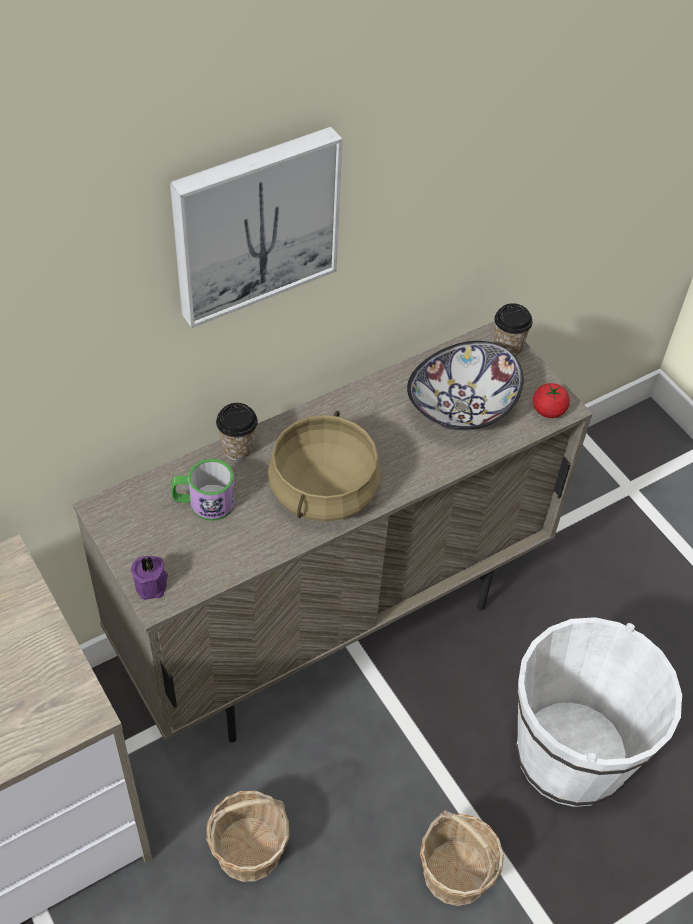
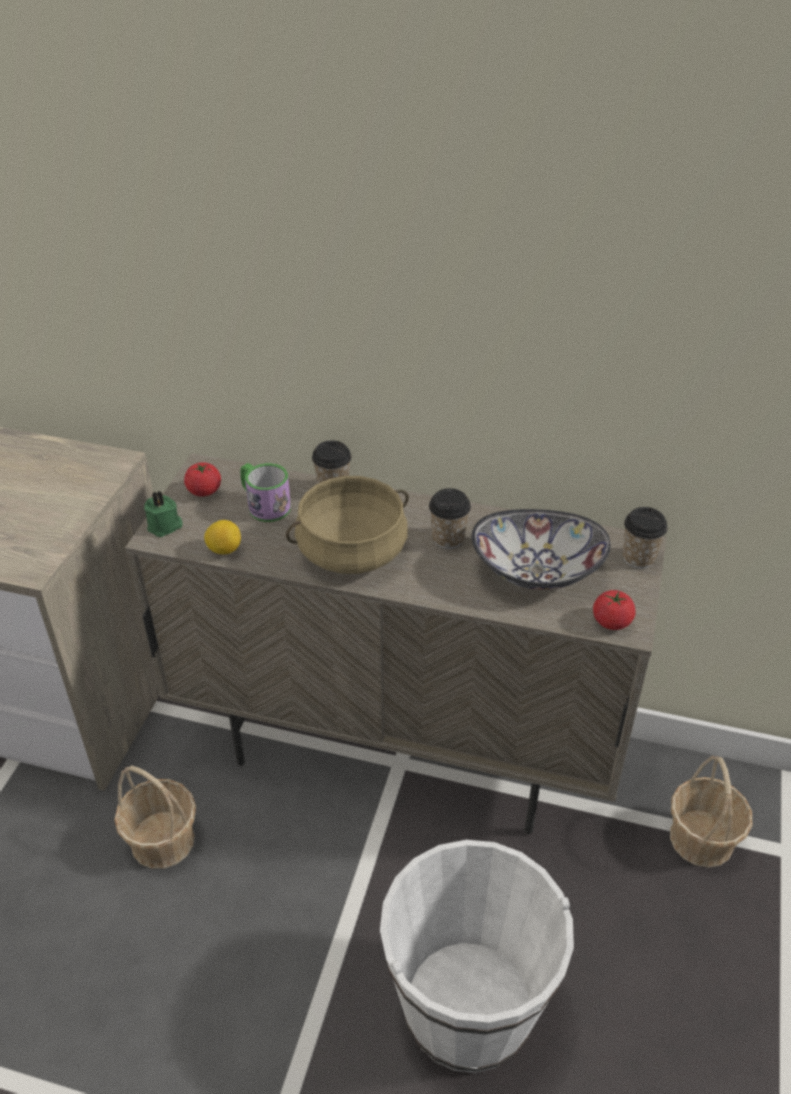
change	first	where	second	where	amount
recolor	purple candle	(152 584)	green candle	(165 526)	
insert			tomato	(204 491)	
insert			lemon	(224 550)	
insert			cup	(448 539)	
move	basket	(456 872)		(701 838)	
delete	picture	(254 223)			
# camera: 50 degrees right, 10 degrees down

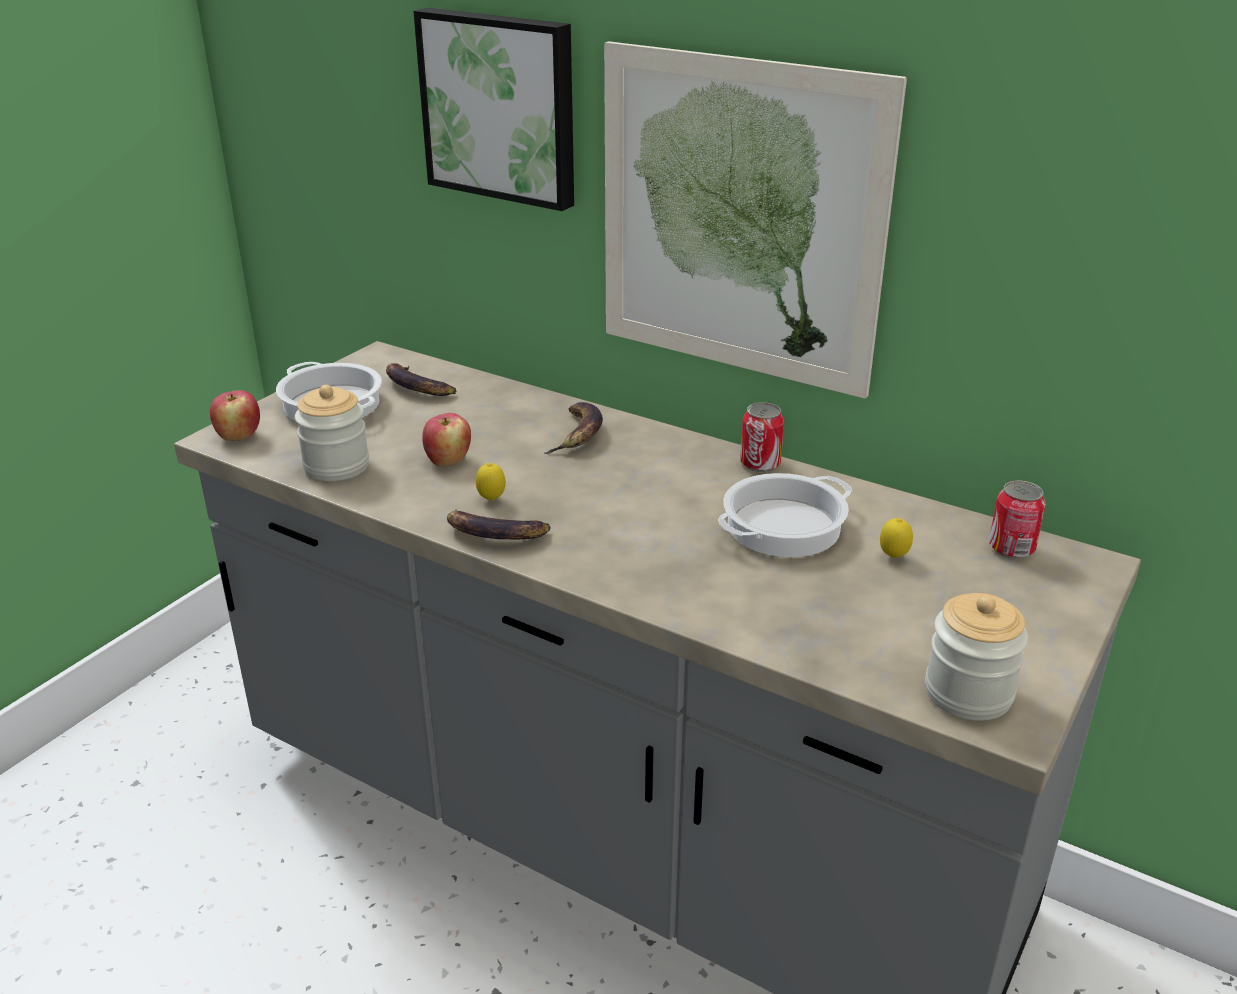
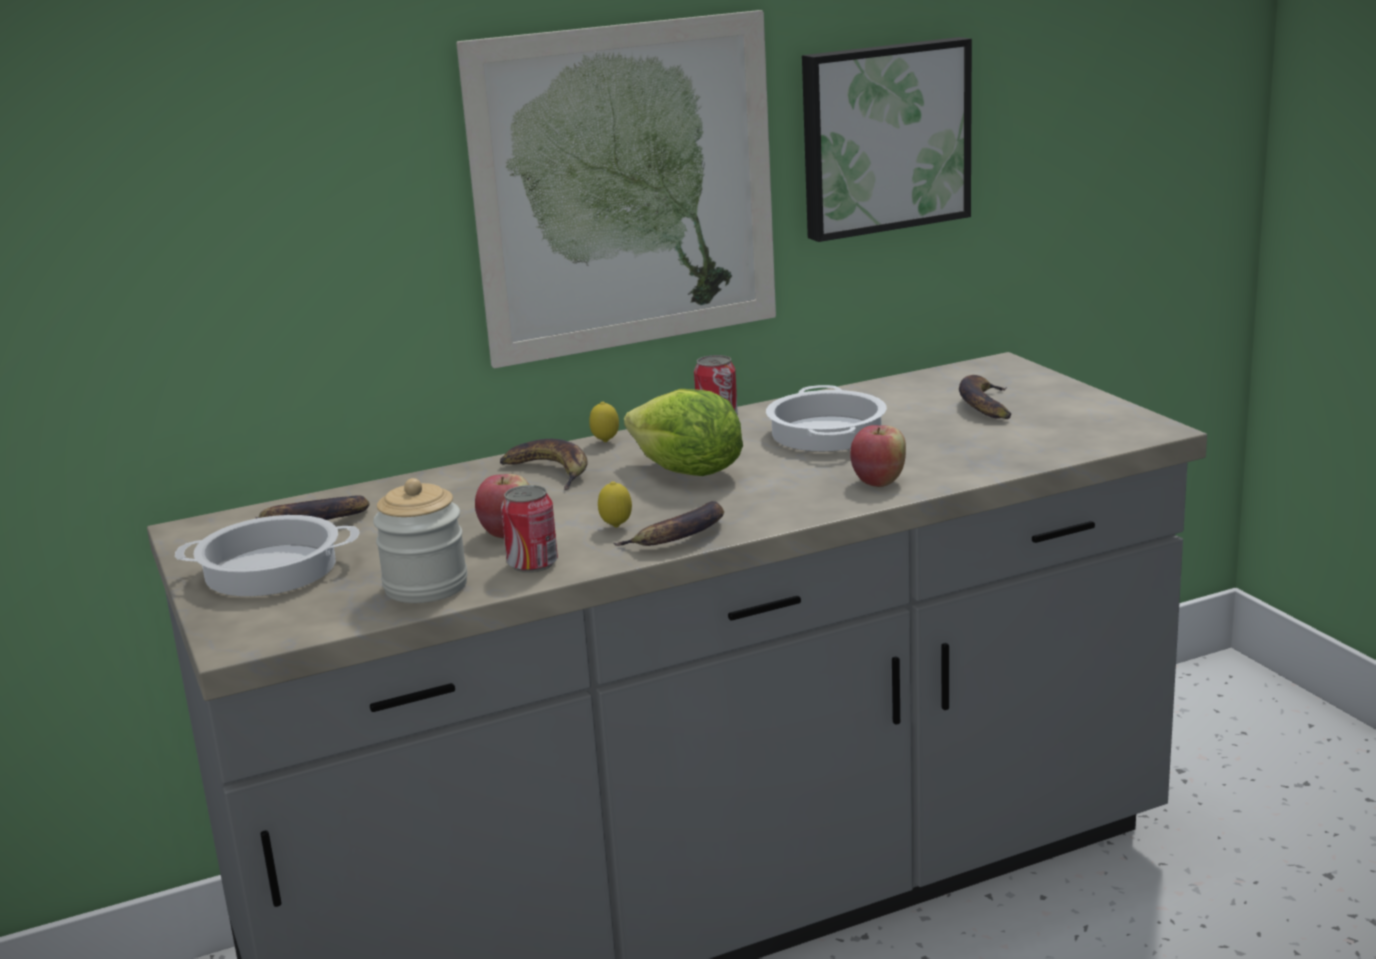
change	first	where	second	where	amount
move	can	(1011 548)		(532 564)	
move	lemon	(893 557)		(605 442)	
insert			lettuce	(687 473)	
move	picture	(501 107)		(883 137)	
move	apple	(239 436)		(878 482)	
insert			banana	(985 406)	
delete	jar	(968 693)			
# camera: 55 degrees left, 10 degrees down

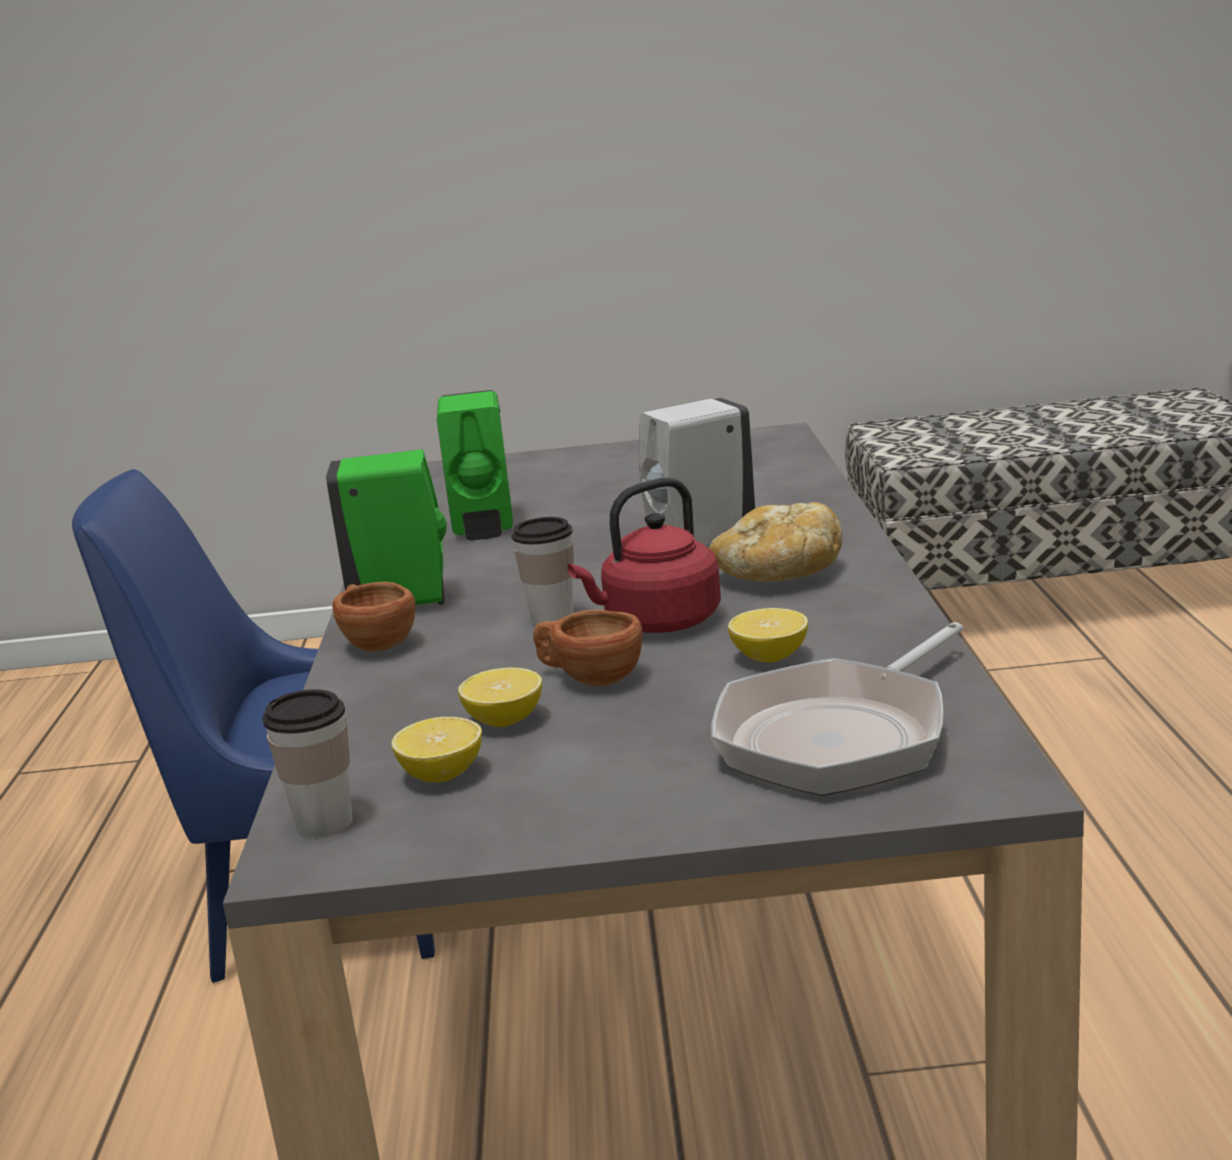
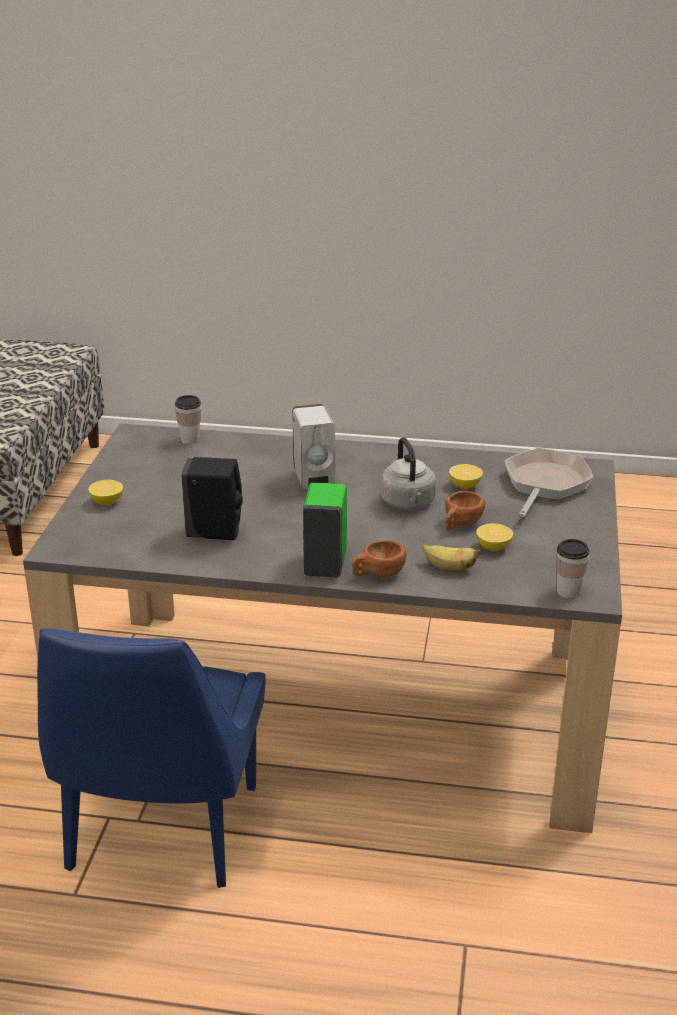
change	first	where	second	where	amount
move	lemon	(442 774)		(107 502)	
move	cup	(552 619)		(190 439)	
recolor	green soap dispenser	(483 528)	black soap dispenser	(217 534)	
recolor	red kettle	(657 623)	grey kettle	(408 503)	
insert			banana	(448 568)	
rotate	frying pan	(842 735)		(544 484)	120 degrees counterclockwise
delete	bread	(778 576)			
# camera: 80 degrees left, 10 degrees up

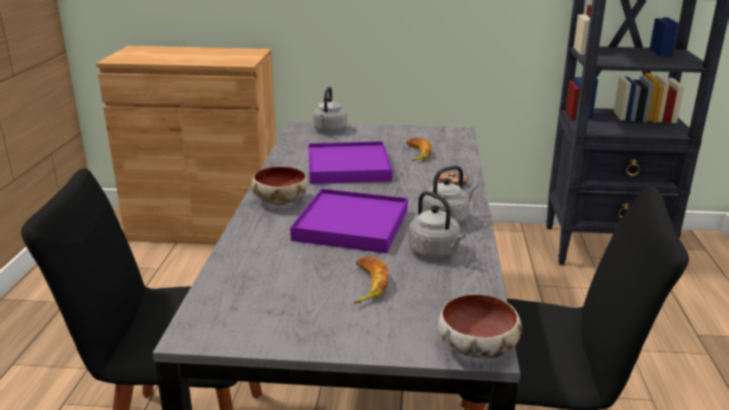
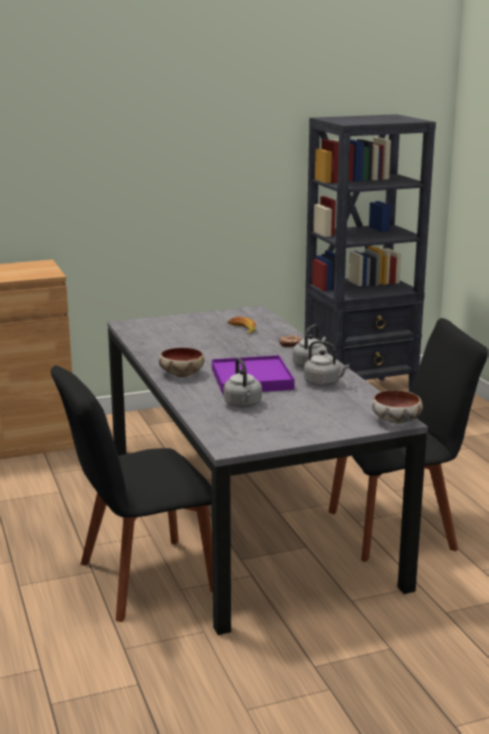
change	first	where	second	where	amount
move	grey kettle	(329 130)		(243 405)	
delete	purple tray	(348 167)			
delete	banana	(366 284)			
# camera: 25 degrees left, 5 degrees down

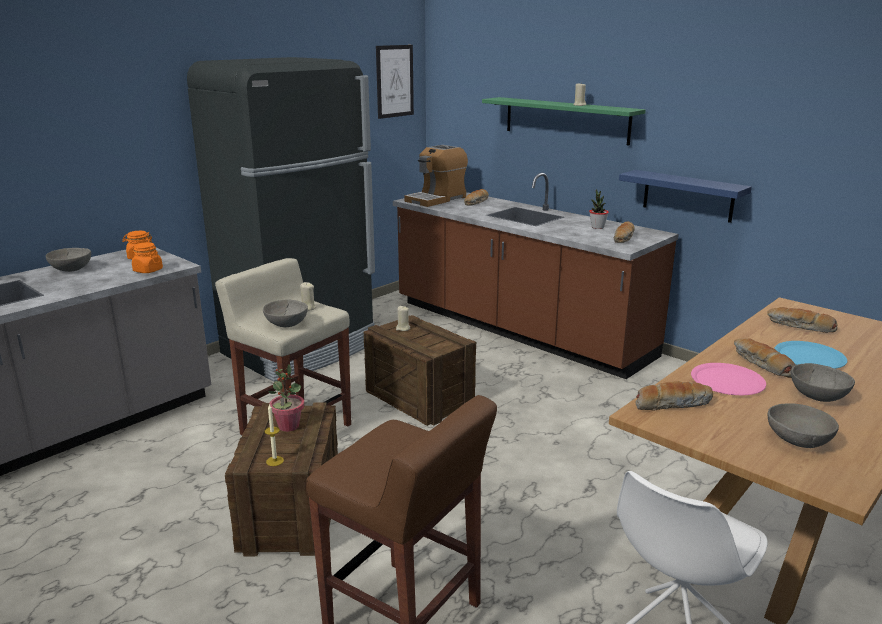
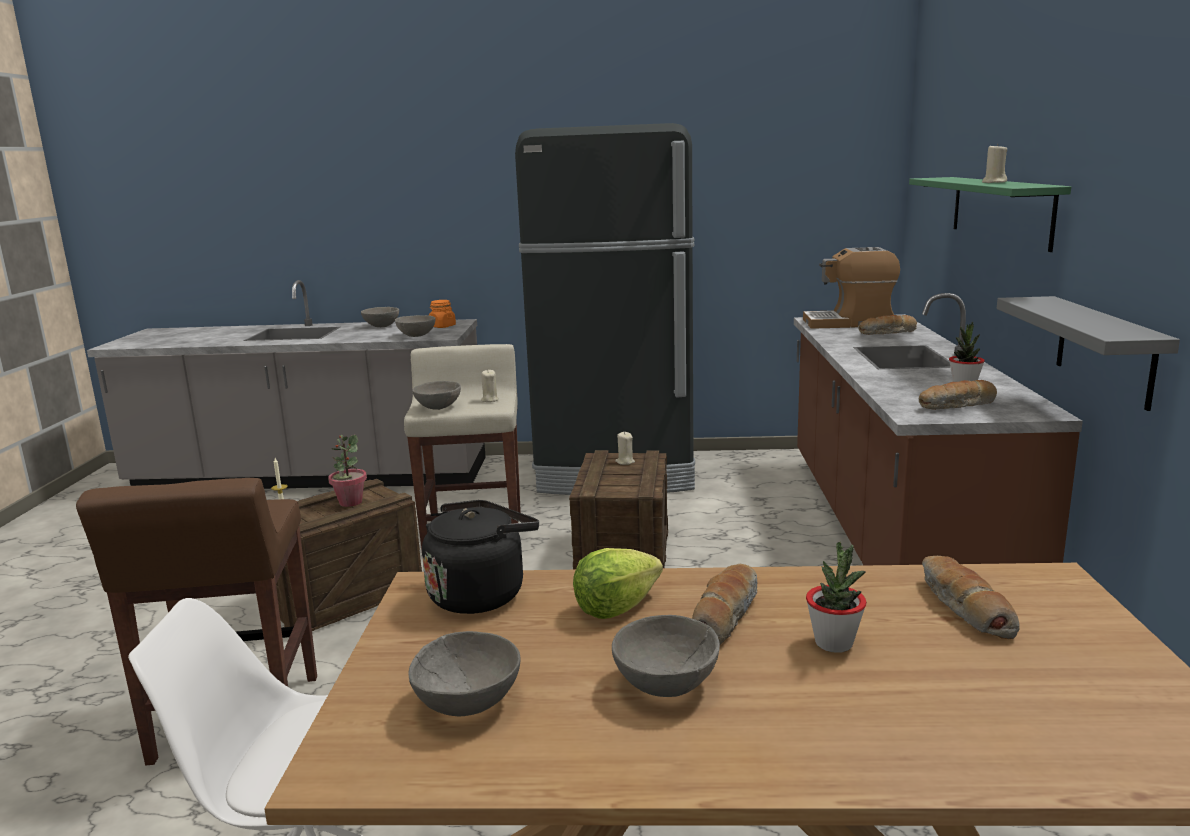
change	first	where	second	where	amount
replace	orange jar	(148 270)	grey bowl	(416 336)	
replace	bread	(672 404)	black kettle	(480 594)	
replace	pink plate	(727 381)	lettuce	(616 607)	
replace	blue plate	(809 357)	potted plant	(834 643)	
recolor	blue shelf	(688 196)	grey shelf	(1104 350)	
delete	picture	(394 81)			
# camera: 50 degrees right, 5 degrees down

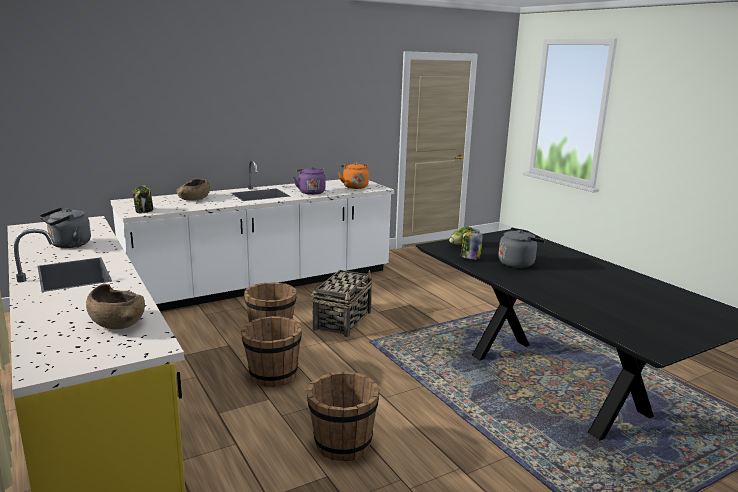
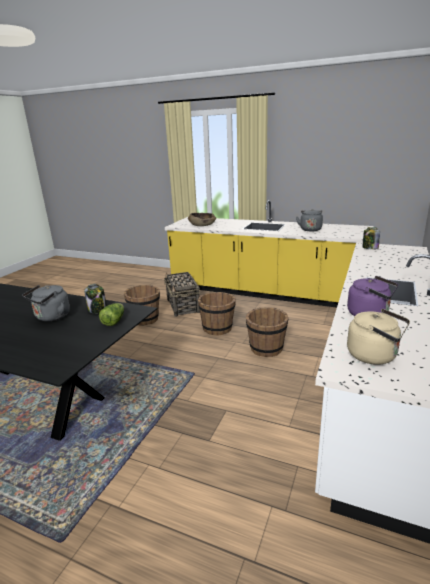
change	first	where	second	where	amount
move	basket	(343 320)		(183 306)	
recolor	orange kettle	(354 186)	beige kettle	(375 356)	
delete	brown bowl	(194 199)			
# camera: 145 degrees right, 5 degrees up

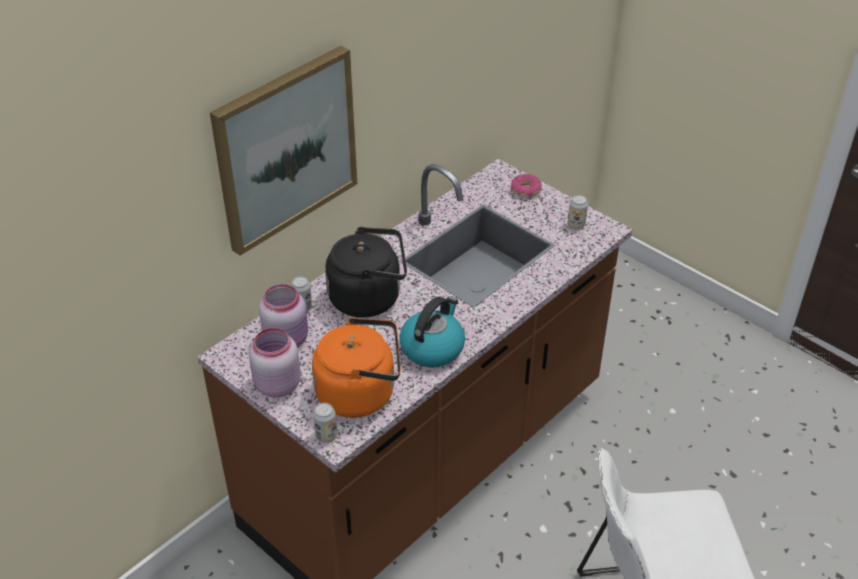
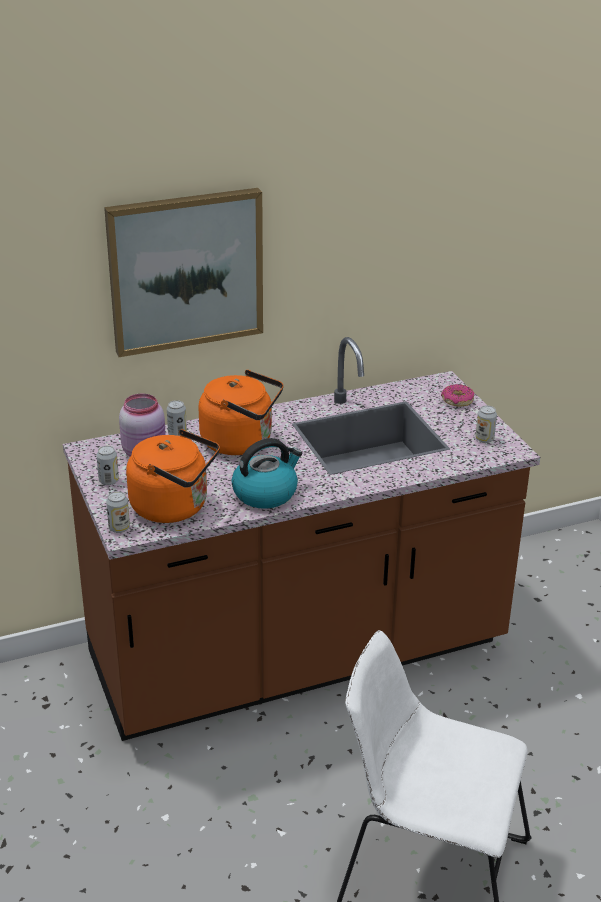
change	first	where	second	where	amount
replace	pink jar	(276 385)	can	(109 481)	
recolor	black kettle	(369 297)	orange kettle	(241 442)	
# camera: 25 degrees right, 10 degrees down

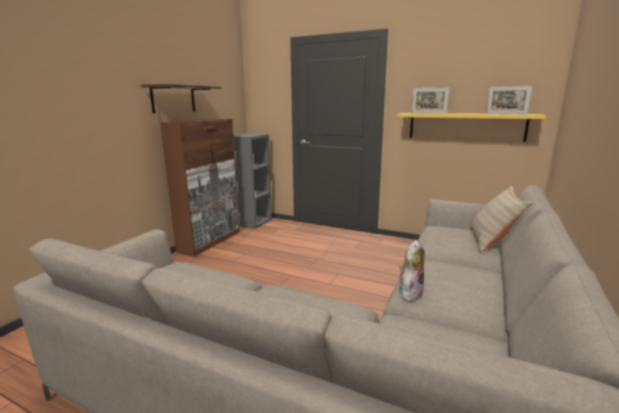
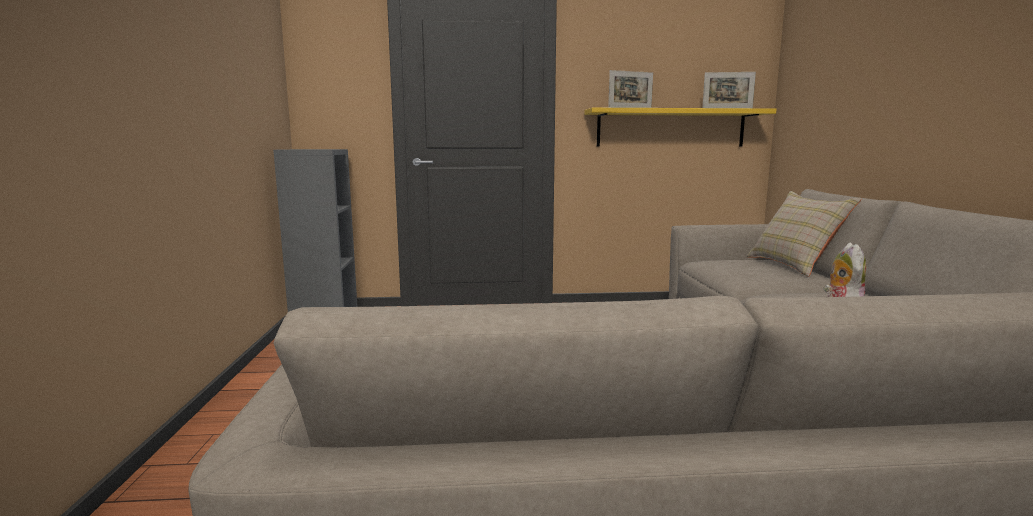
change	first	where	second	where	amount
delete	shelf	(173 99)			
delete	brown cabinet	(210 241)			
# camera: 30 degrees left, 5 degrees down

